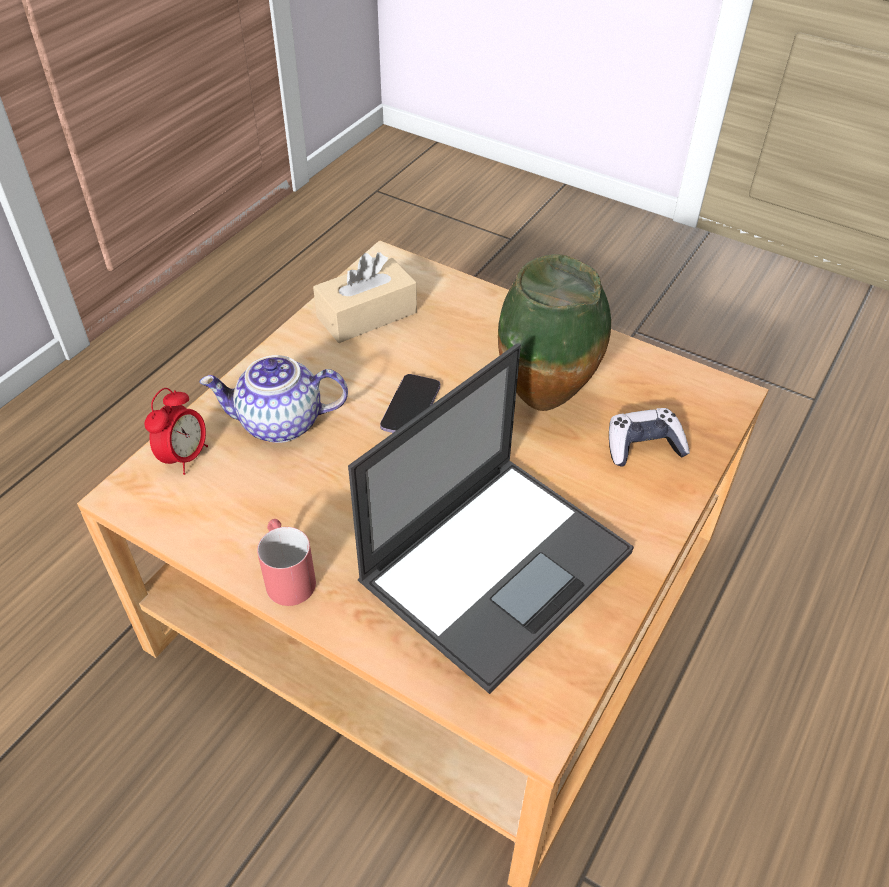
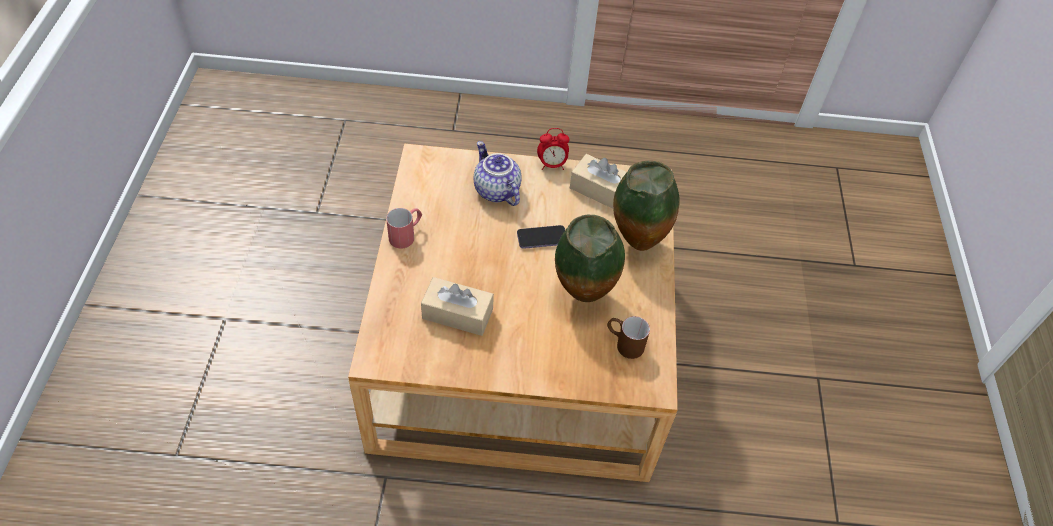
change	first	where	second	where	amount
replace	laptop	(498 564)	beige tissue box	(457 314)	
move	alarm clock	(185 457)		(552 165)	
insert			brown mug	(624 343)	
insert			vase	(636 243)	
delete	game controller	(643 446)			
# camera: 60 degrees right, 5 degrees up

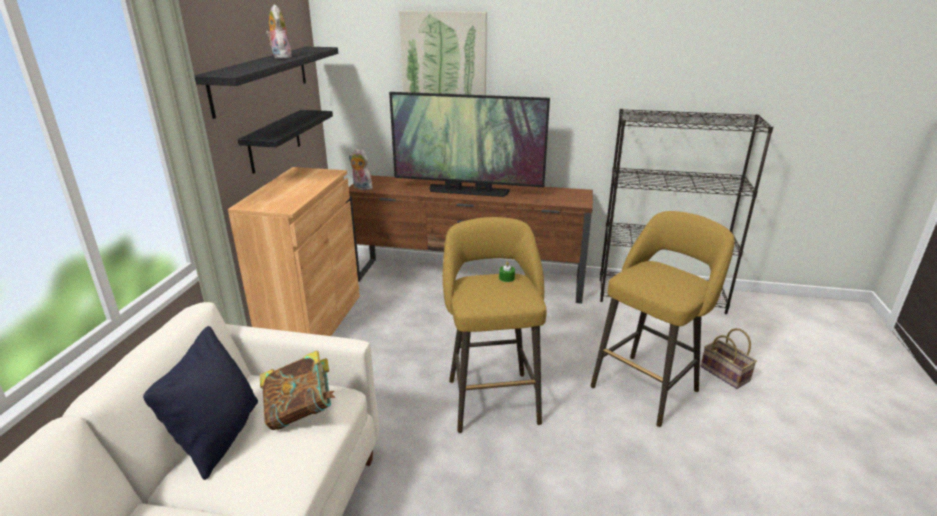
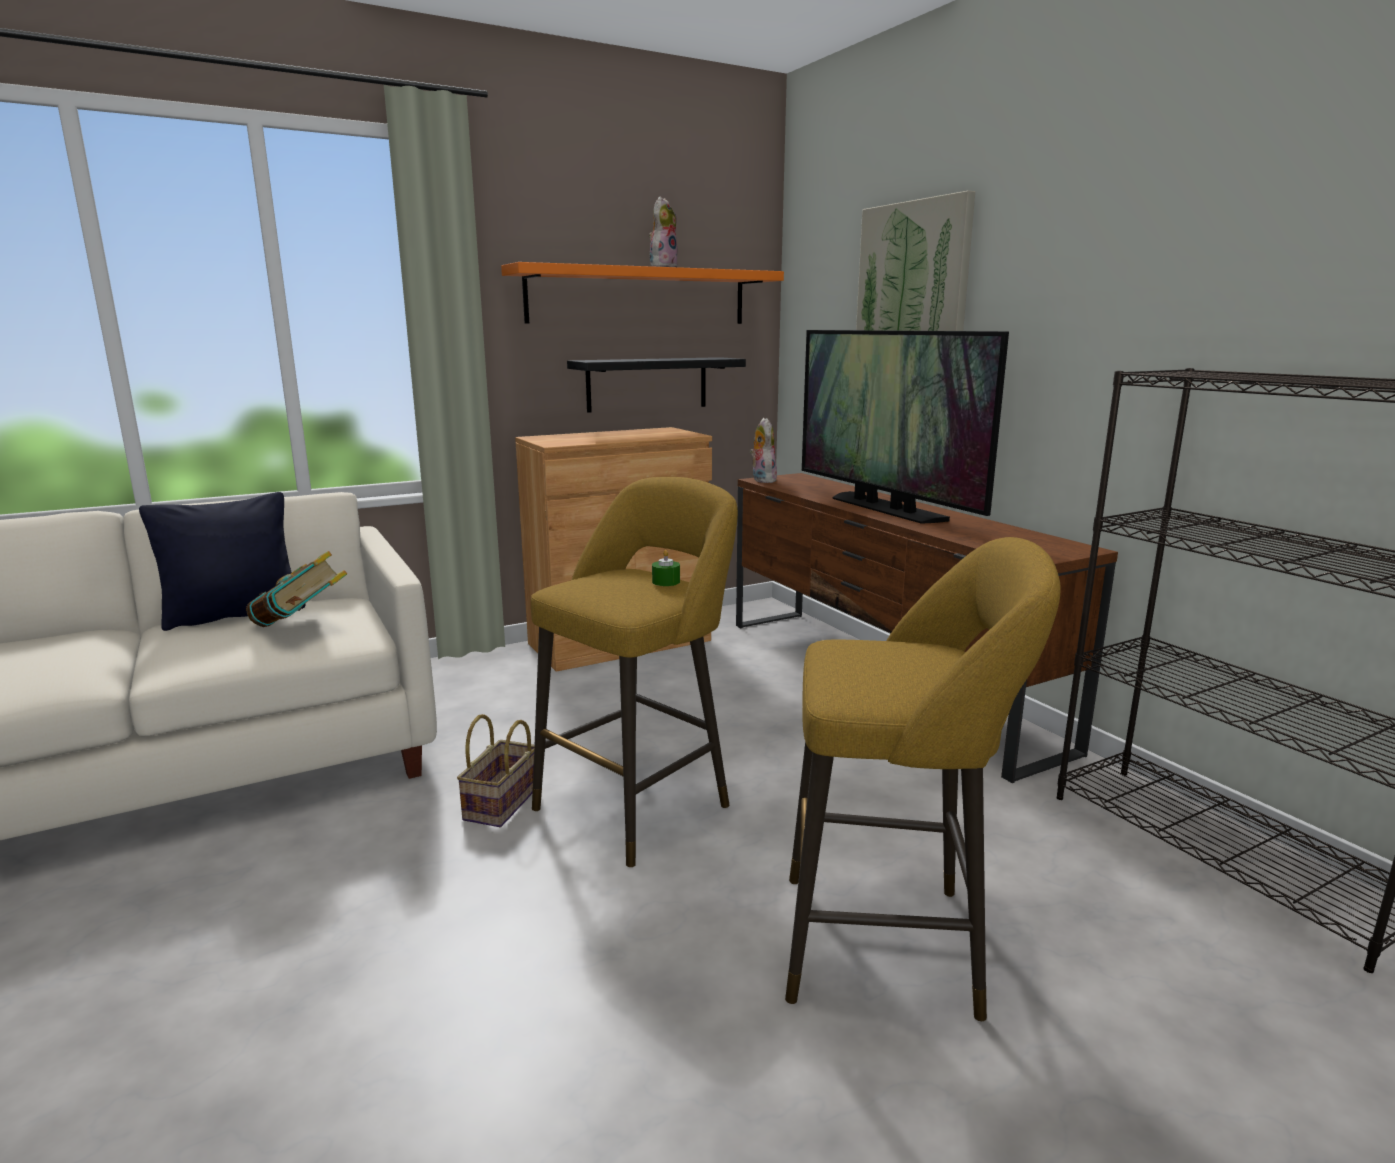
change	first	where	second	where	amount
move	basket	(726 374)		(502 804)	
recolor	black shelf	(262 78)	orange shelf	(639 296)	
# camera: 50 degrees right, 10 degrees down

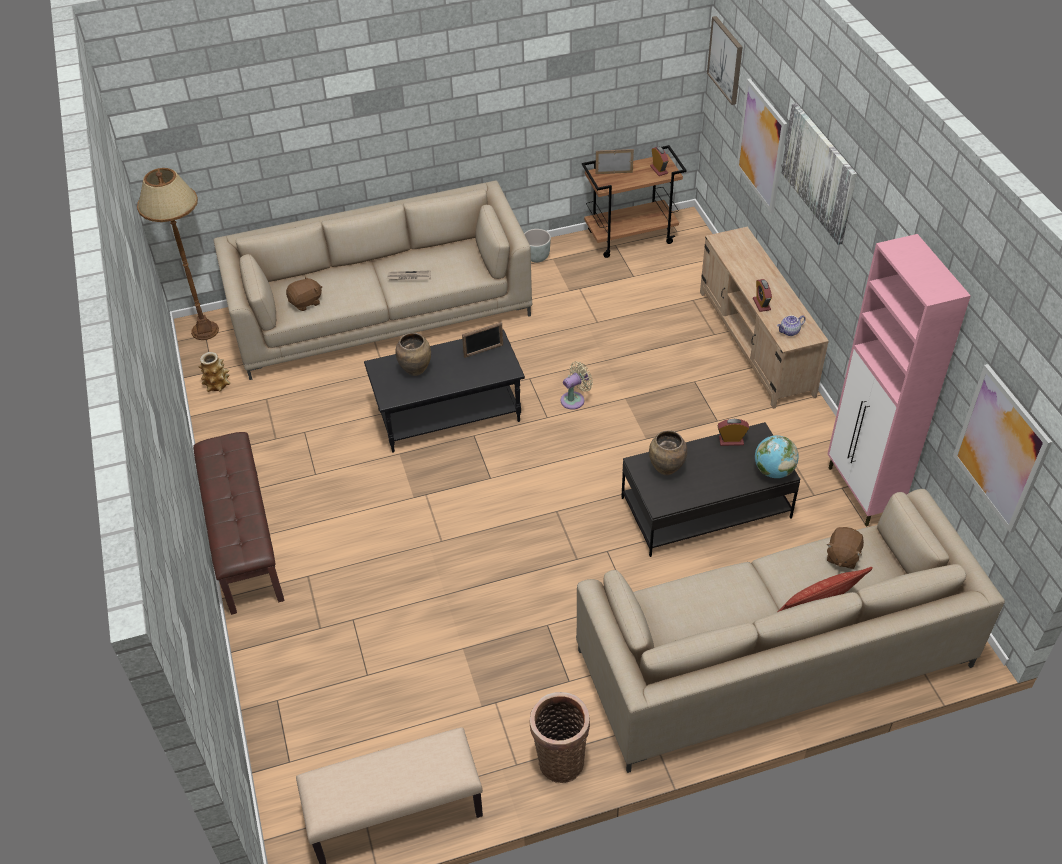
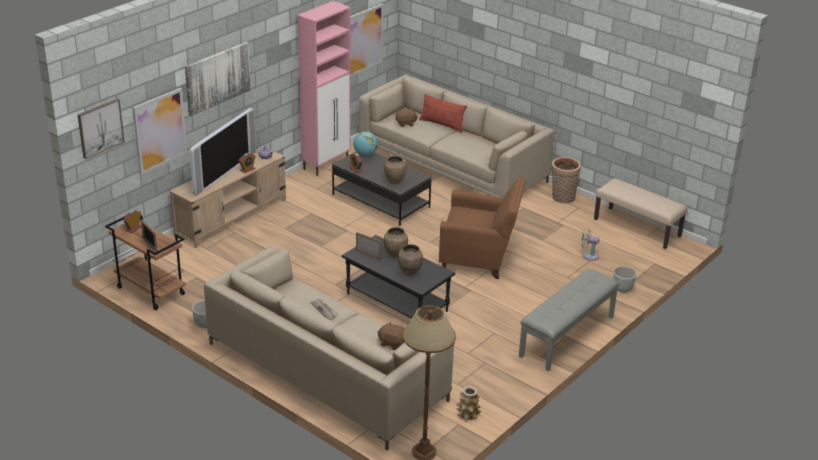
change	first	where	second	where	amount
insert			television	(222 172)	
insert			brown vase	(395 255)	
insert			brown armchair	(480 258)	
recolor	brown bench	(243 540)	grey bench	(567 336)	
move	beige fan	(575 399)		(588 255)	
insert			grey planter	(622 289)	
# camera: 125 degrees left, 15 degrees down

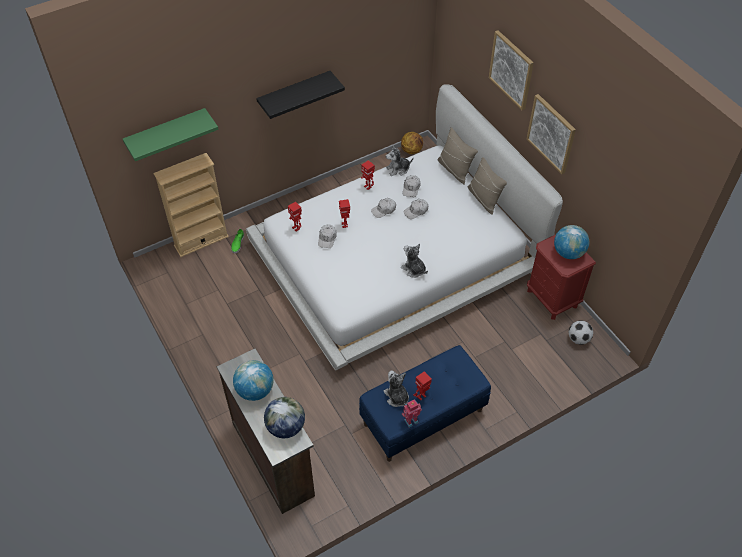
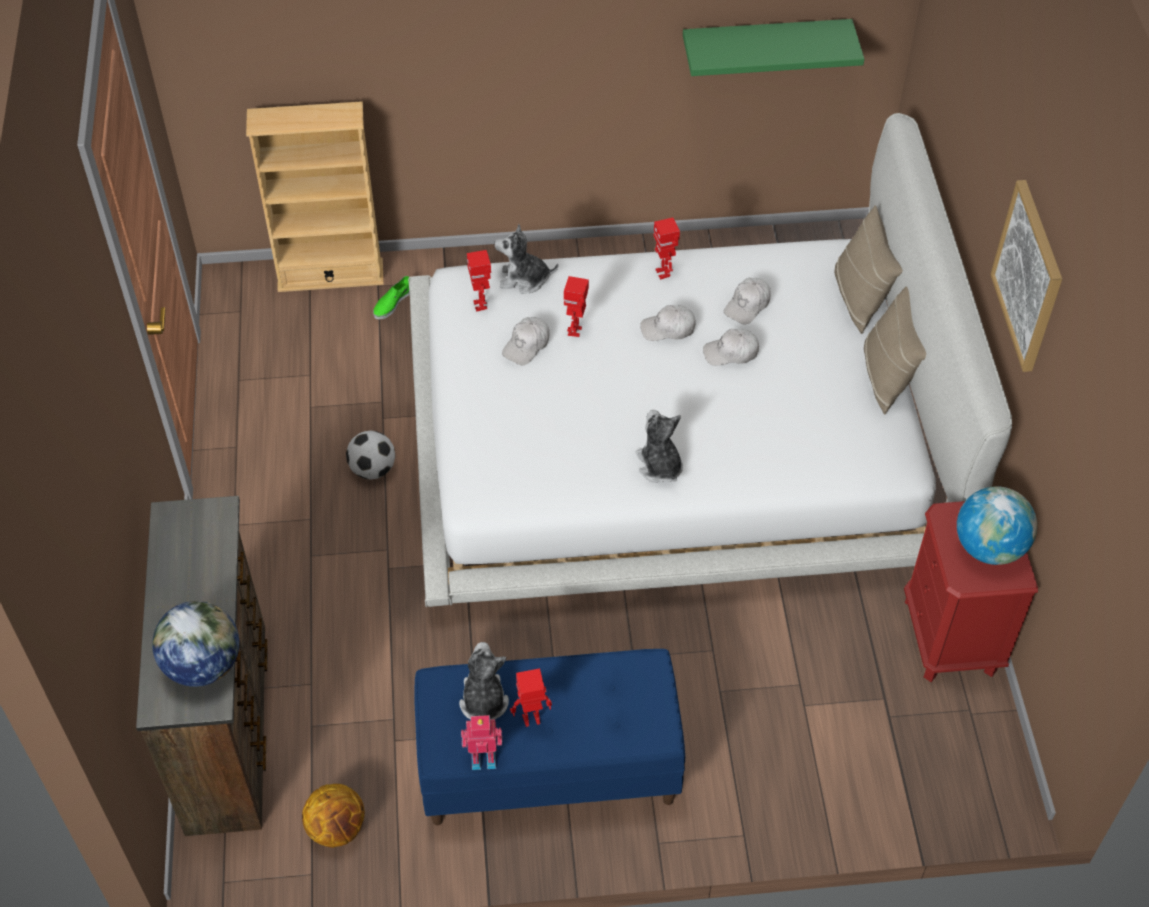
change	first	where	second	where	amount
move	basketball	(412 150)		(337 828)	
move	football	(578 339)		(373 469)	
move	plush toy	(398 169)		(524 279)	
move	green shelf	(166 133)		(765 45)	
delete	globe	(255 390)			
delete	black shelf	(294 94)			
delete	picture	(511 69)			
# camera: 25 degrees right, 0 degrees up

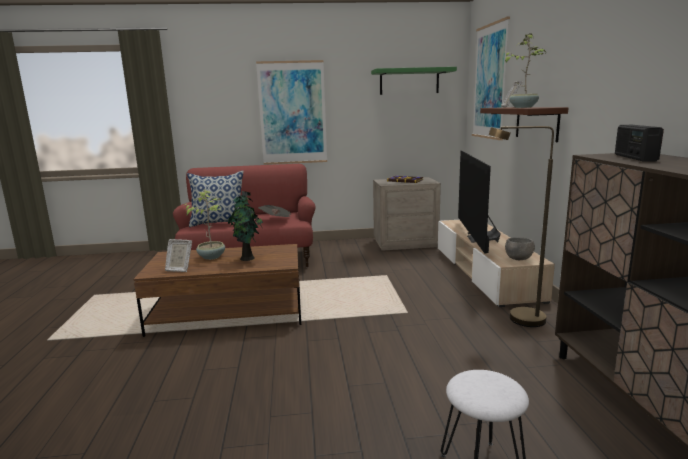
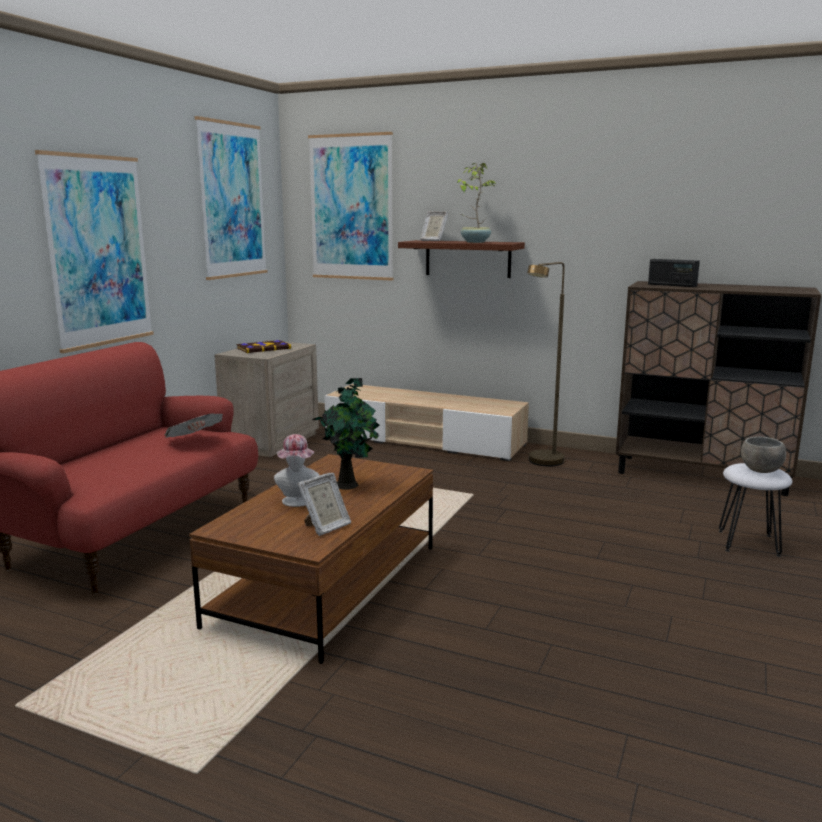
change	first	where	second	where	amount
replace	green shelf	(409 81)	picture	(232 200)	
replace	potted plant	(211 256)	hat	(297 502)	
move	grey bowl	(518 259)		(761 471)	
delete	pillow	(219 223)			
delete	television	(477 239)			
# camera: 60 degrees left, 0 degrees up

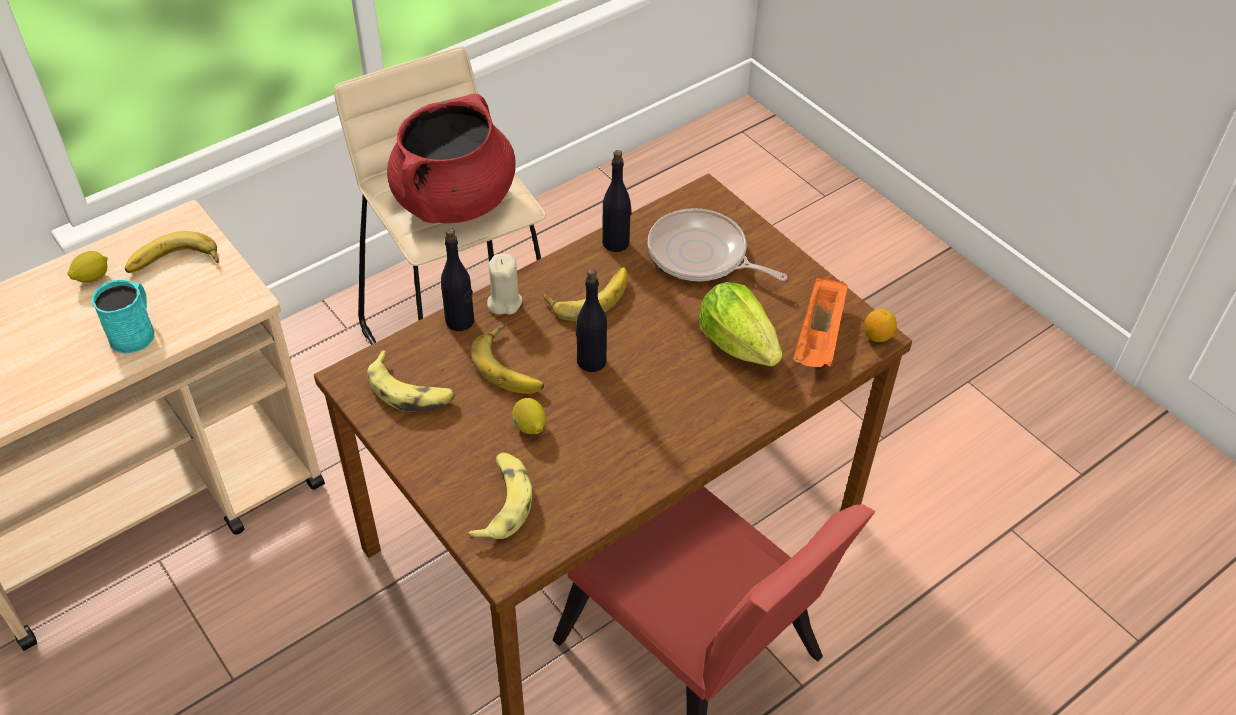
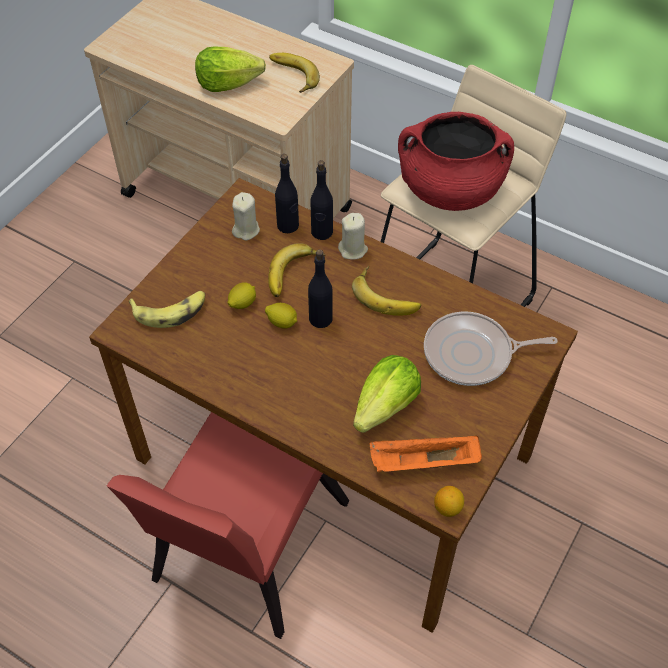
change	first	where	second	where	amount
replace	turquoise mug	(135 332)	lettuce	(227 84)	
replace	banana	(411 391)	beige candle	(246 230)	
move	lemon	(92 278)		(282 322)	
move	black bottle	(616 243)		(288 225)	
rotate	frying pan	(701 255)		(472 354)	105 degrees counterclockwise
# camera: 70 degrees right, 5 degrees up

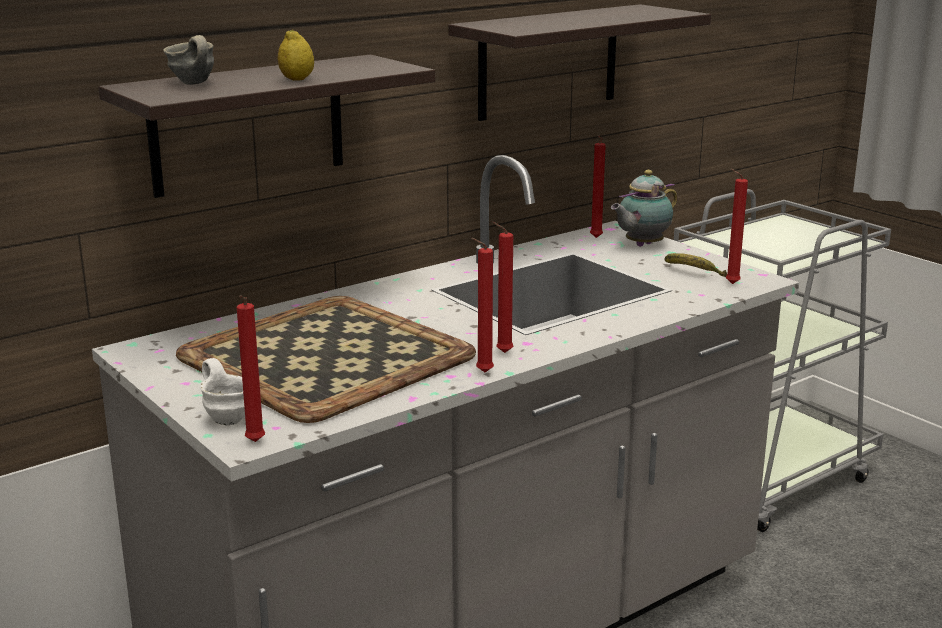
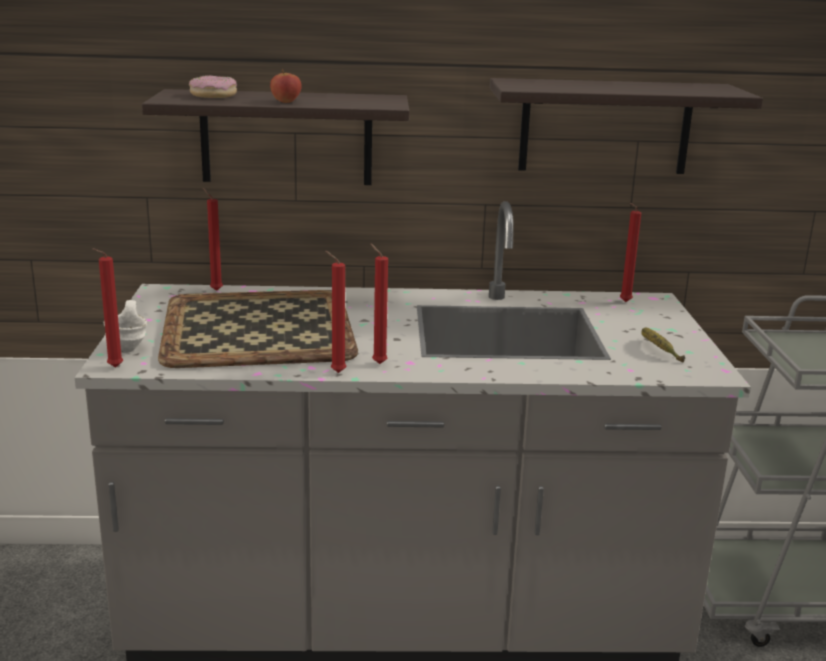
change	first	where	second	where	amount
replace	grey mug	(191 84)	donut	(213 95)	
move	red candle	(730 284)		(215 290)	
replace	lemon	(297 79)	apple	(286 102)	
delete	teapot	(641 245)			
# camera: 35 degrees right, 0 degrees up

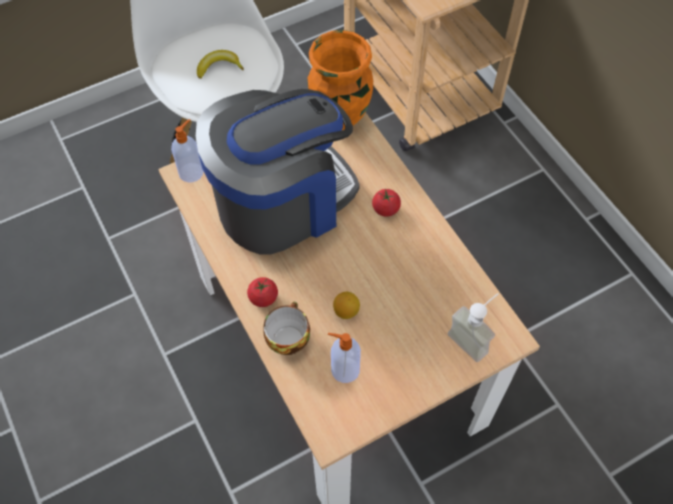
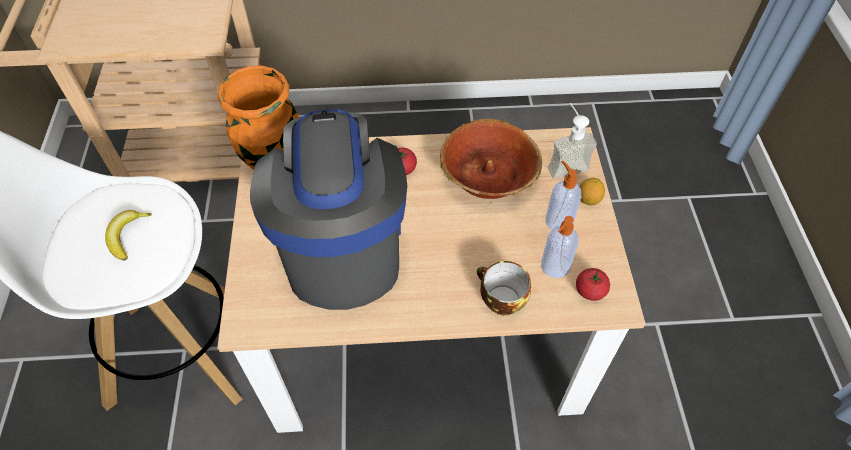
change	first	where	second	where	amount
insert			bowl	(488 176)	
move	soap dispenser	(191 172)		(558 220)	
move	tomato	(263 297)		(590 291)	
move	lemon	(346 311)		(588 199)	
# camera: 65 degrees left, 5 degrees down

